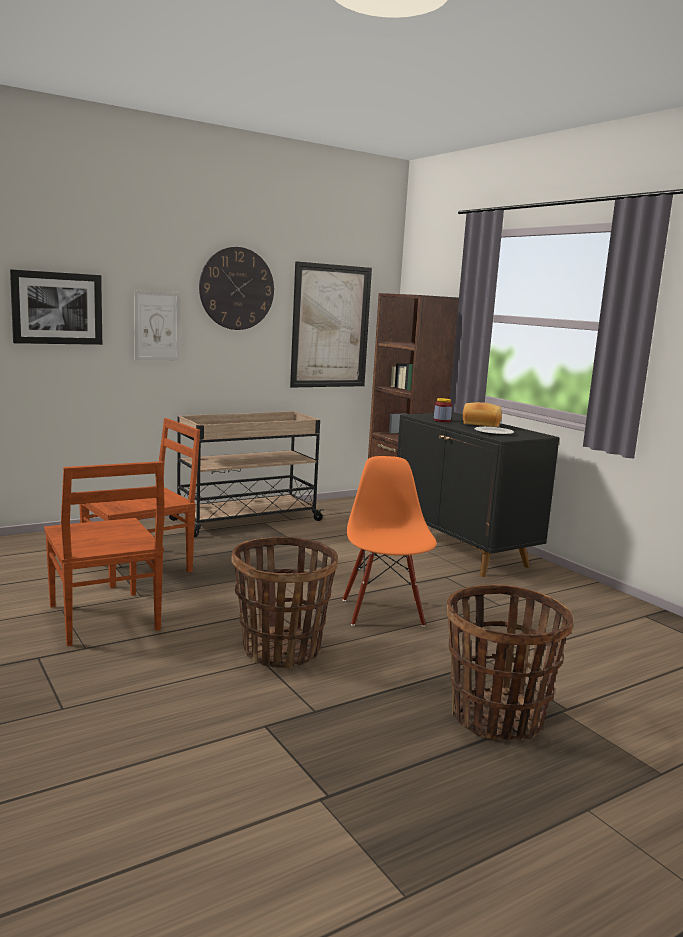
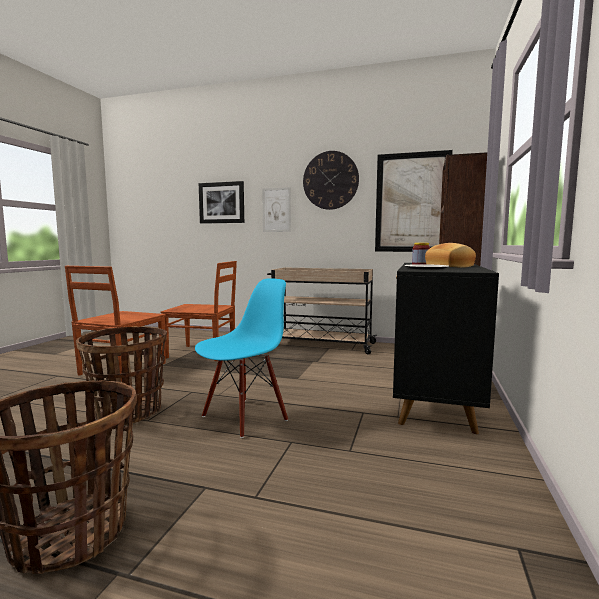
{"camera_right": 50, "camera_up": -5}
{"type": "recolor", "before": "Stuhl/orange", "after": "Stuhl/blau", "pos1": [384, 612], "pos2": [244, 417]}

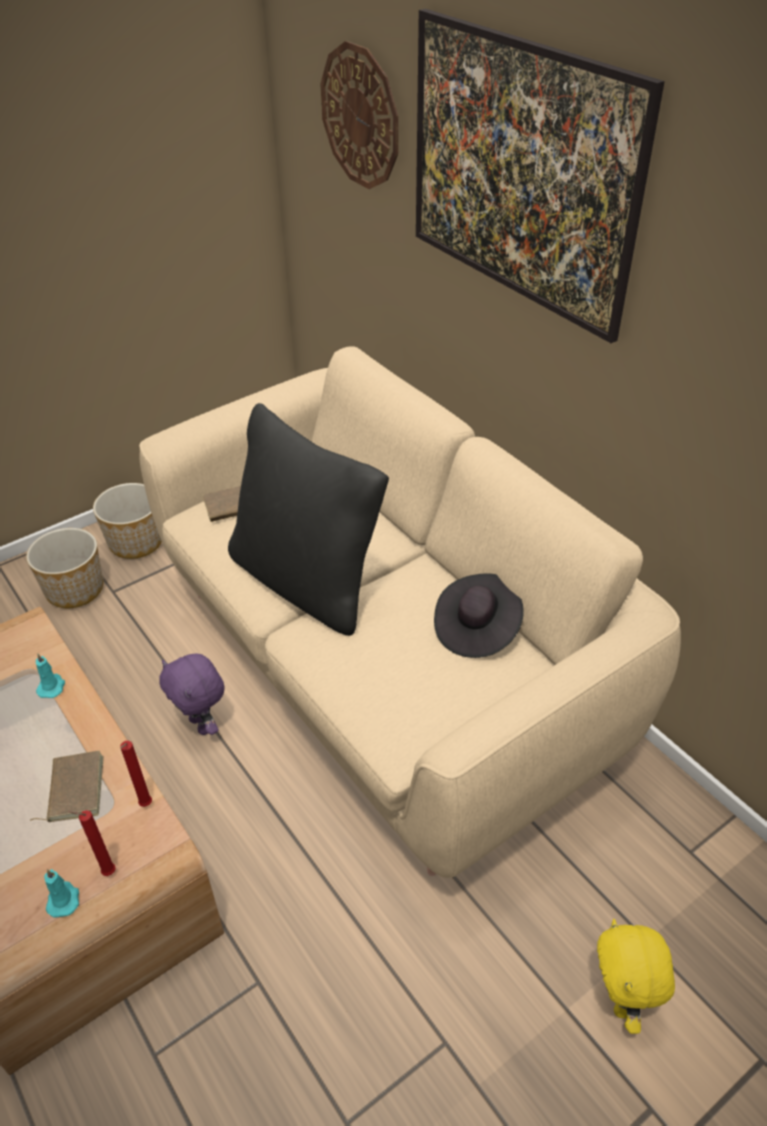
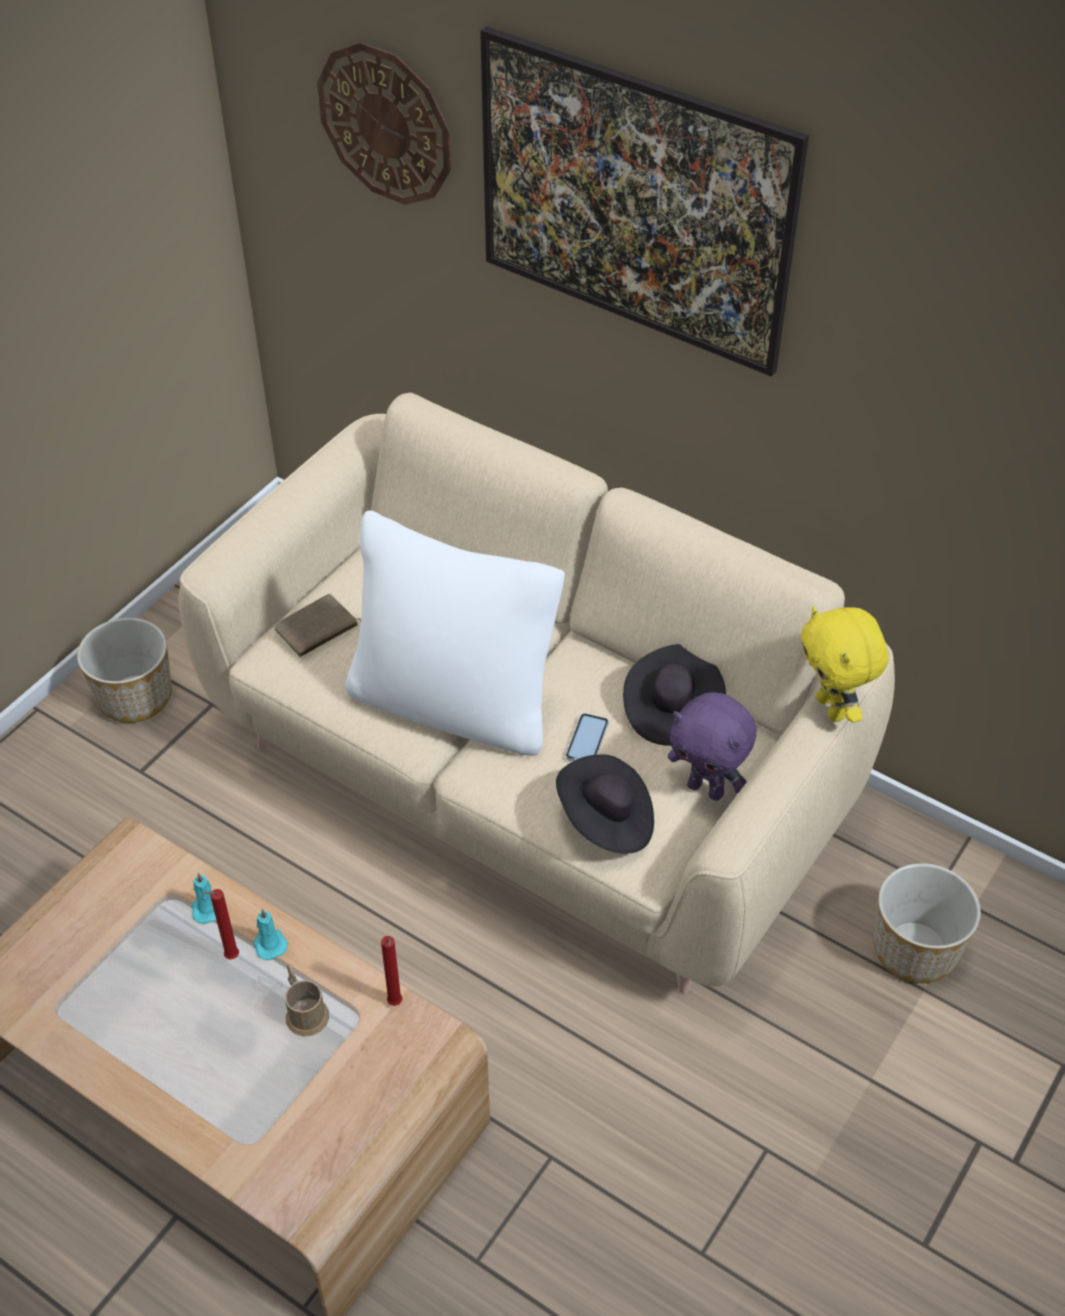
{"camera_right": -20, "camera_up": 5}
{"type": "insert", "after": "Hut/schwarz", "pos2": [606, 821]}
{"type": "insert", "after": "Handy", "pos2": [587, 740]}
{"type": "move", "before": "Pflanzkübel", "pos1": [76, 590], "pos2": [916, 949]}
{"type": "move", "before": "Kerze/türkis", "pos1": [63, 899], "pos2": [269, 943]}
{"type": "move", "before": "Kerze/rot", "pos1": [106, 872], "pos2": [229, 957]}
{"type": "move", "before": "Plüschtier/lila", "pos1": [202, 725], "pos2": [706, 789]}
{"type": "move", "before": "Plüschtier/gelb", "pos1": [621, 1001], "pos2": [832, 708]}
{"type": "replace", "before": "Buch/braun", "after": "Henkelbecher/braun", "pos1": [73, 789], "pos2": [304, 1011]}
{"type": "recolor", "before": "Kissen/schwarz", "after": "Kissen/weiß", "pos1": [307, 582], "pos2": [454, 703]}

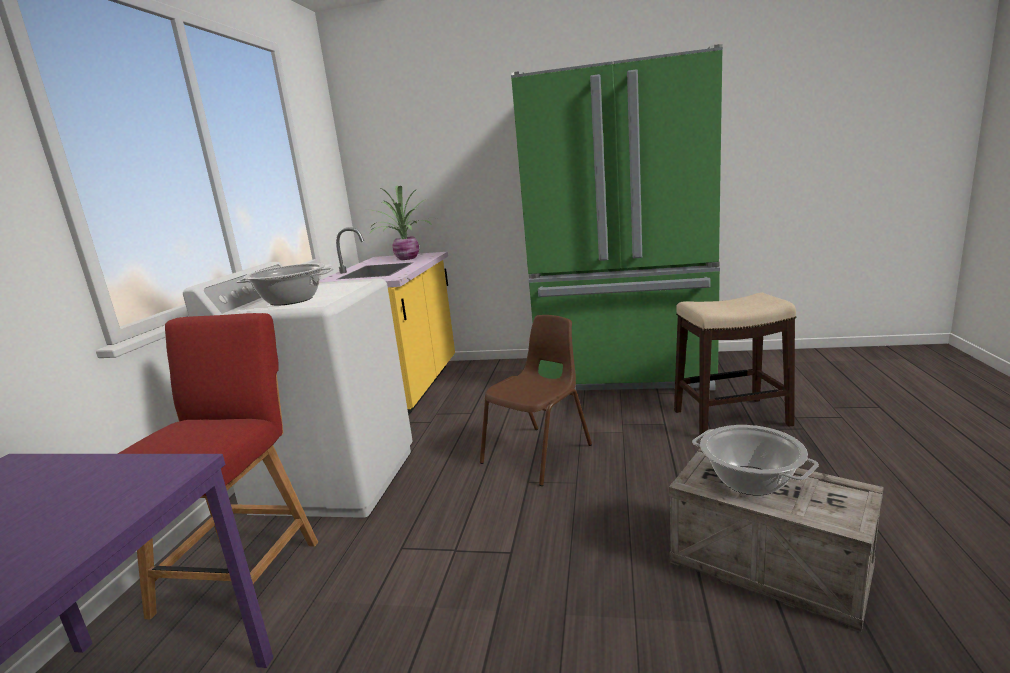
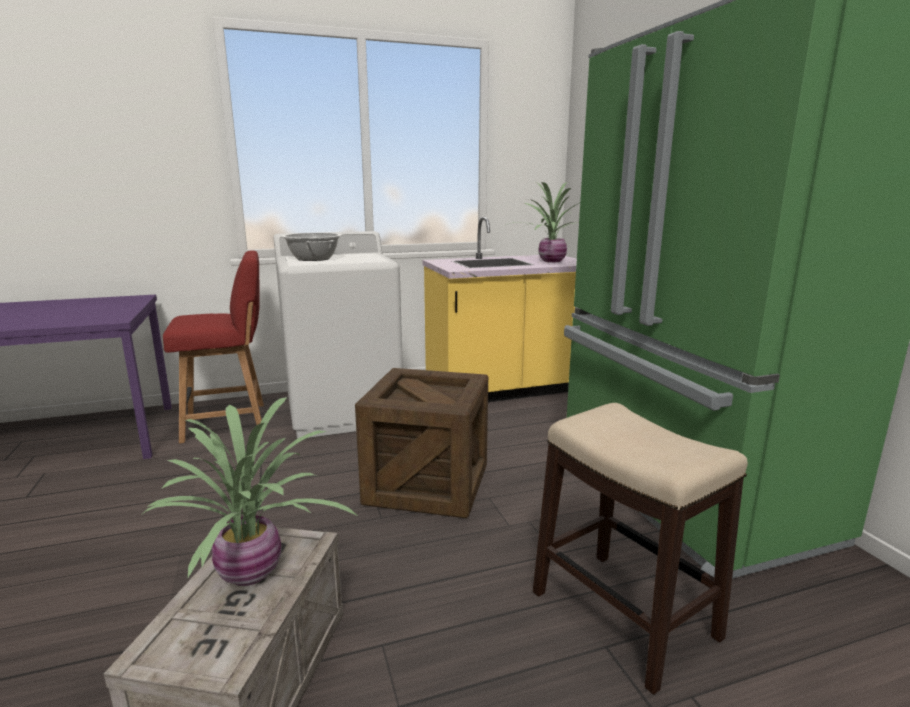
{"camera_right": 60, "camera_up": 0}
{"type": "replace", "before": "Stuhl/braun", "after": "Kiste", "pos1": [539, 454], "pos2": [427, 484]}
{"type": "replace", "before": "Kochtopf", "after": "Topfpflanze", "pos1": [751, 481], "pos2": [252, 574]}

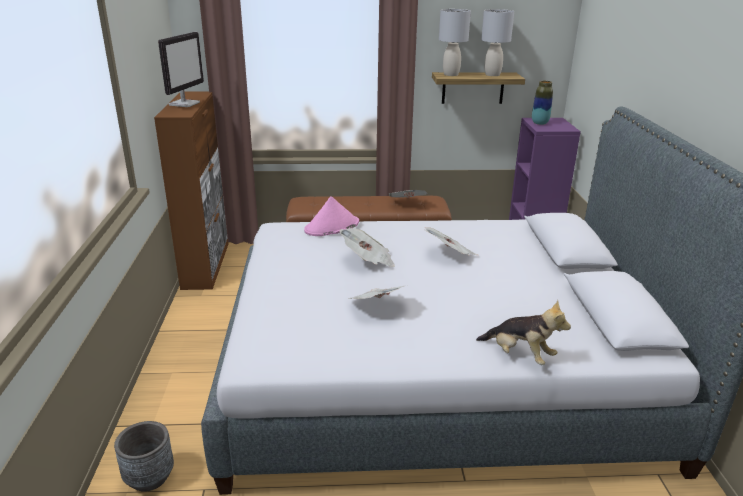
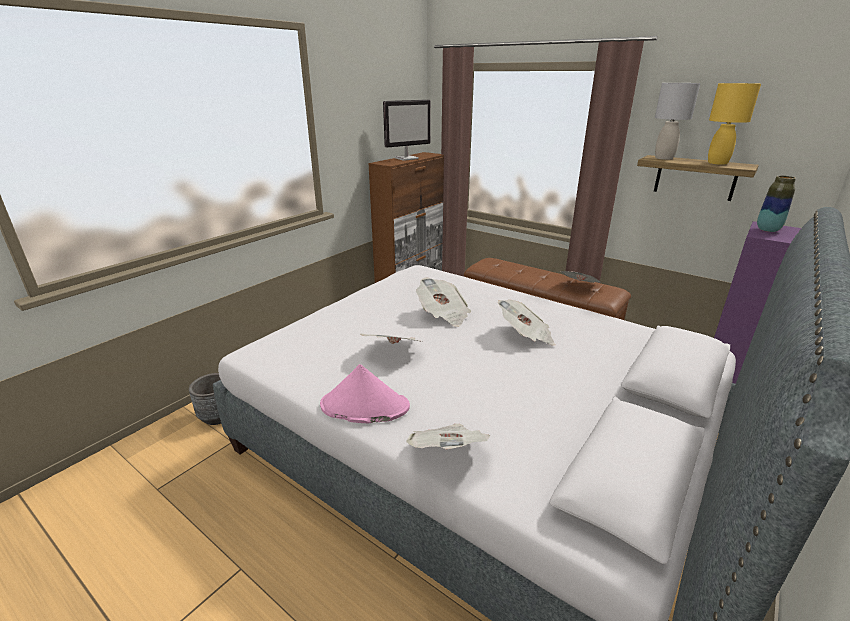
{"camera_right": 40, "camera_up": 0}
{"type": "move", "before": "Hut/rosa", "pos1": [332, 227], "pos2": [364, 406]}
{"type": "replace", "before": "Plüschtier", "after": "Zeitung", "pos1": [519, 355], "pos2": [447, 453]}
{"type": "recolor", "before": "Tischlampe/grau", "after": "Tischlampe/gelb", "pos1": [492, 75], "pos2": [717, 163]}

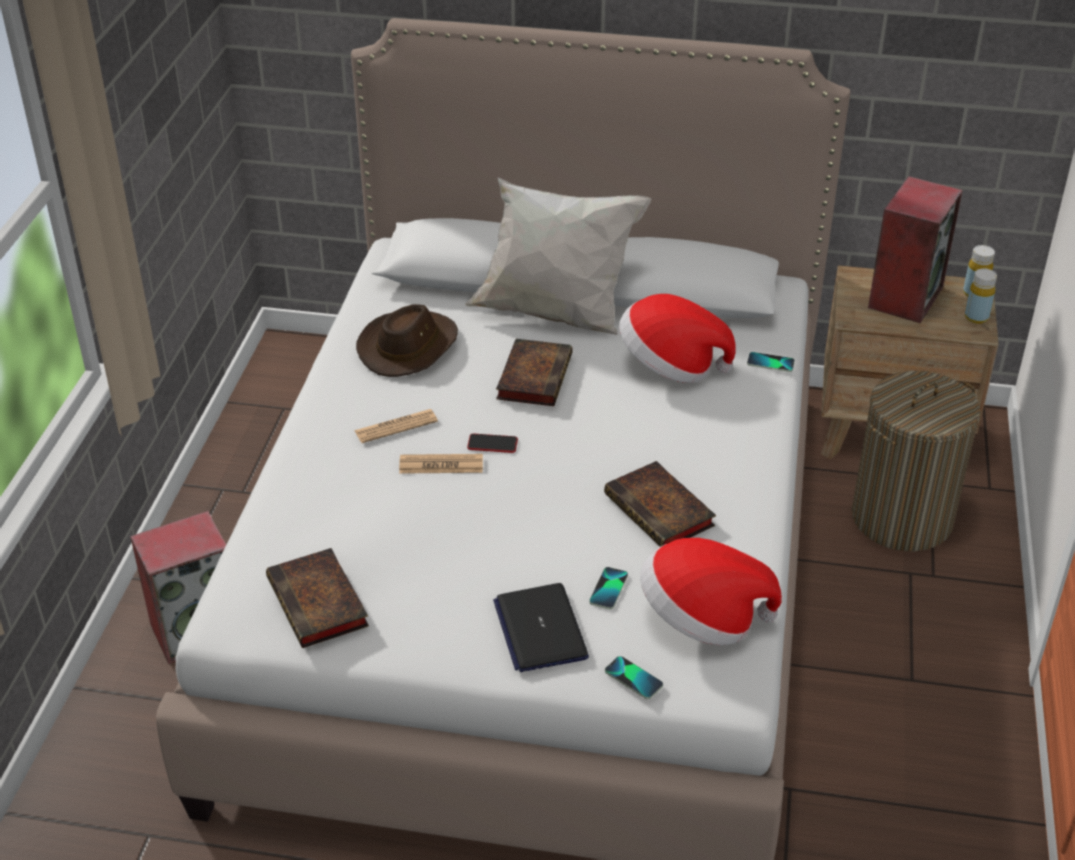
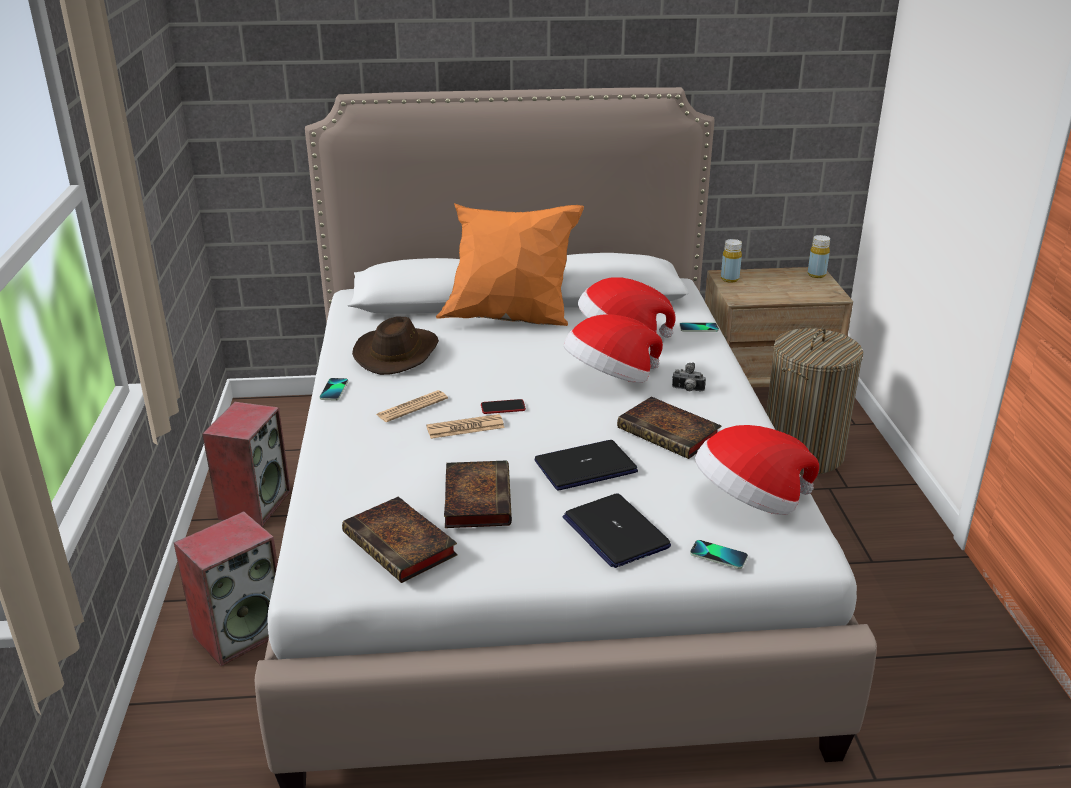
{"camera_right": -15, "camera_up": -10}
{"type": "insert", "after": "Laptop", "pos2": [585, 467]}
{"type": "insert", "after": "Hut", "pos2": [610, 379]}
{"type": "insert", "after": "Kamera", "pos2": [687, 390]}
{"type": "move", "before": "Buch", "pos1": [534, 376], "pos2": [476, 498]}
{"type": "move", "before": "Handy", "pos1": [609, 589], "pos2": [334, 390]}
{"type": "move", "before": "Lautsprecher", "pos1": [904, 296], "pos2": [254, 504]}
{"type": "move", "before": "Flasche/gelb", "pos1": [976, 317], "pos2": [729, 279]}
{"type": "recolor", "before": "Kissen/weiß", "after": "Kissen/orange", "pos1": [555, 315], "pos2": [510, 319]}

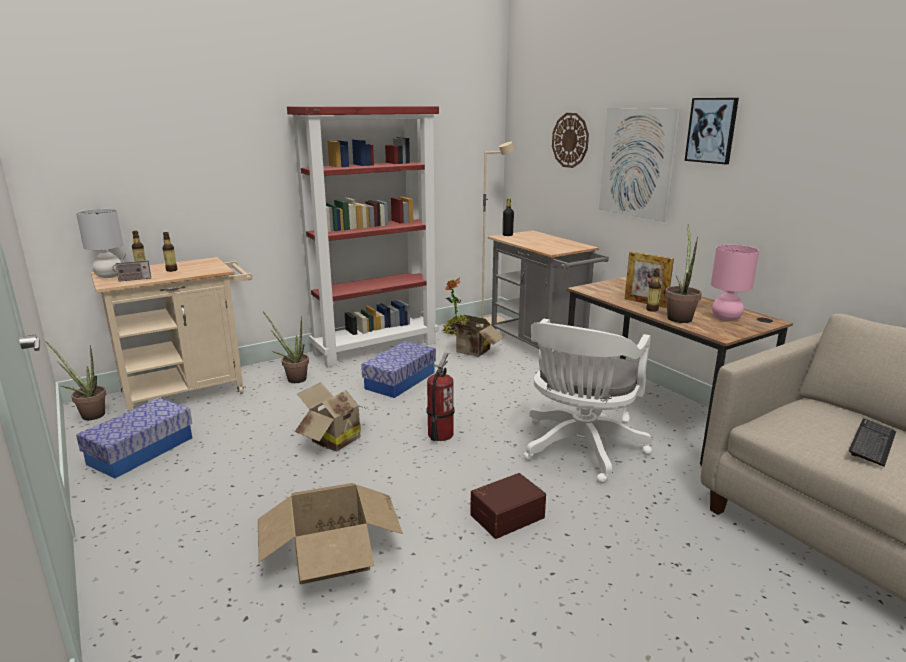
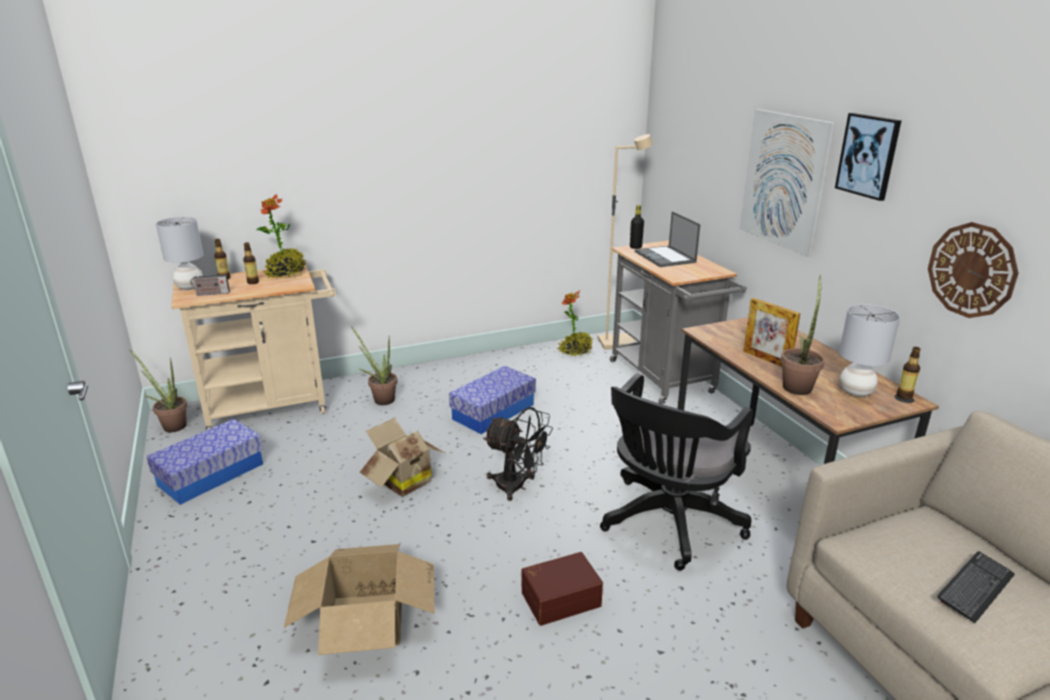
{"camera_right": 10, "camera_up": 5}
{"type": "delete", "before": "Bücherregal/rot", "pos1": [376, 348]}
{"type": "delete", "before": "Karton", "pos1": [472, 352]}
{"type": "insert", "after": "Topfpflanze", "pos2": [286, 273]}
{"type": "insert", "after": "Laptop", "pos2": [665, 257]}
{"type": "move", "before": "Wanduhr", "pos1": [570, 140], "pos2": [971, 270]}
{"type": "move", "before": "Flasche", "pos1": [652, 310], "pos2": [904, 396]}
{"type": "replace", "before": "Feuerlöscher", "after": "Ventilator/schwarz", "pos1": [440, 435], "pos2": [517, 487]}
{"type": "recolor", "before": "Bürostuhl/weiß", "after": "Bürostuhl/schwarz", "pos1": [580, 450], "pos2": [668, 524]}
{"type": "recolor", "before": "Tischlampe/rosa", "after": "Tischlampe/grau", "pos1": [726, 318], "pos2": [856, 392]}

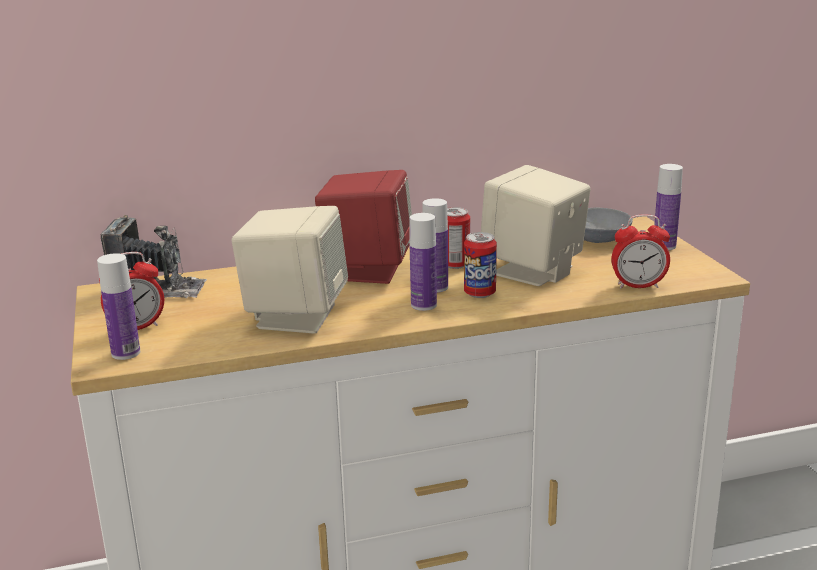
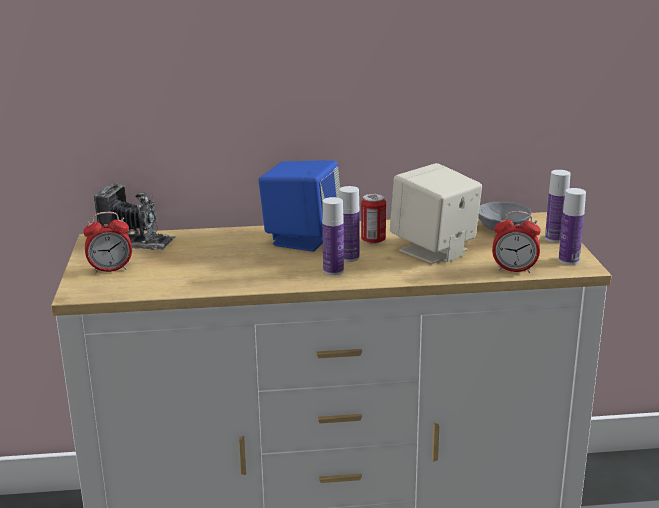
{"camera_right": 10, "camera_up": 0}
{"type": "delete", "before": "Lautsprecher/beige", "pos1": [295, 316]}
{"type": "delete", "before": "Dose", "pos1": [479, 293]}
{"type": "move", "before": "Flasche", "pos1": [126, 353], "pos2": [568, 260]}
{"type": "recolor", "before": "Lautsprecher/rot", "after": "Lautsprecher/blau", "pos1": [367, 269], "pos2": [302, 239]}

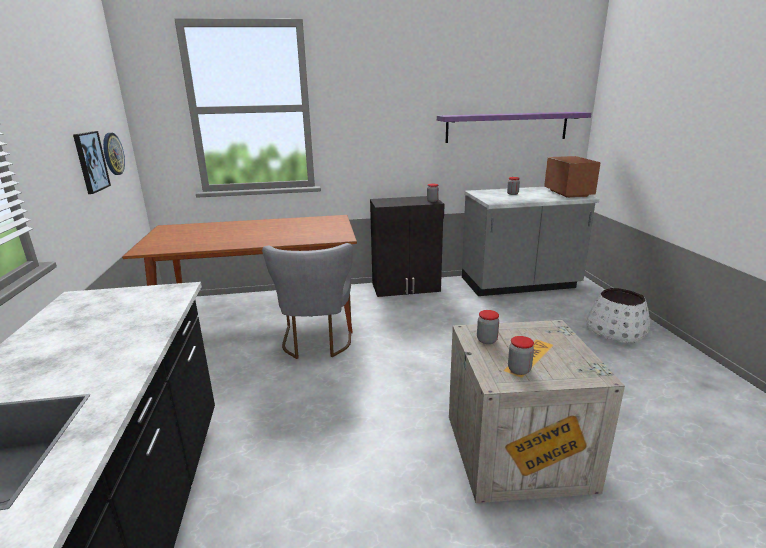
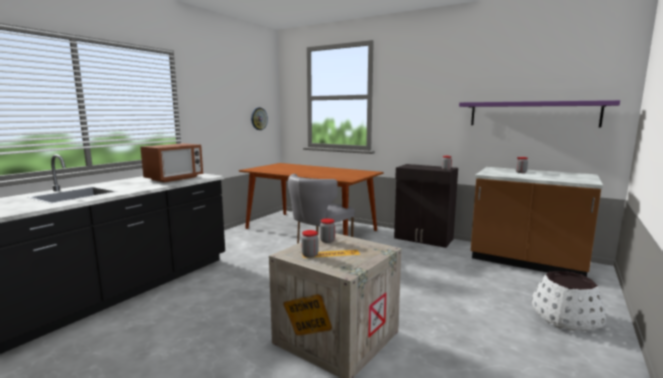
{"camera_right": 40, "camera_up": -10}
{"type": "delete", "before": "Bild", "pos1": [90, 162]}
{"type": "move", "before": "Mikrowelle", "pos1": [568, 193], "pos2": [174, 178]}
{"type": "recolor", "before": "Küchenzeile/grau", "after": "Küchenzeile/braun", "pos1": [519, 284], "pos2": [526, 262]}

